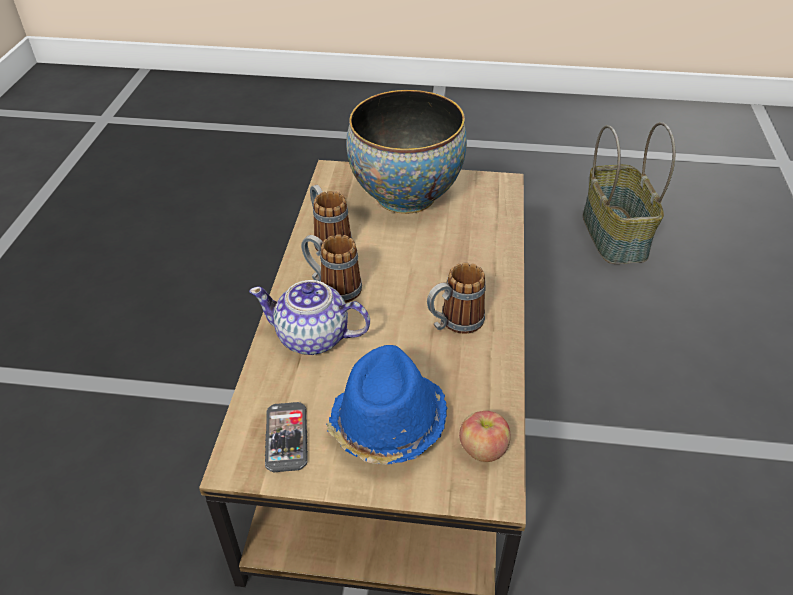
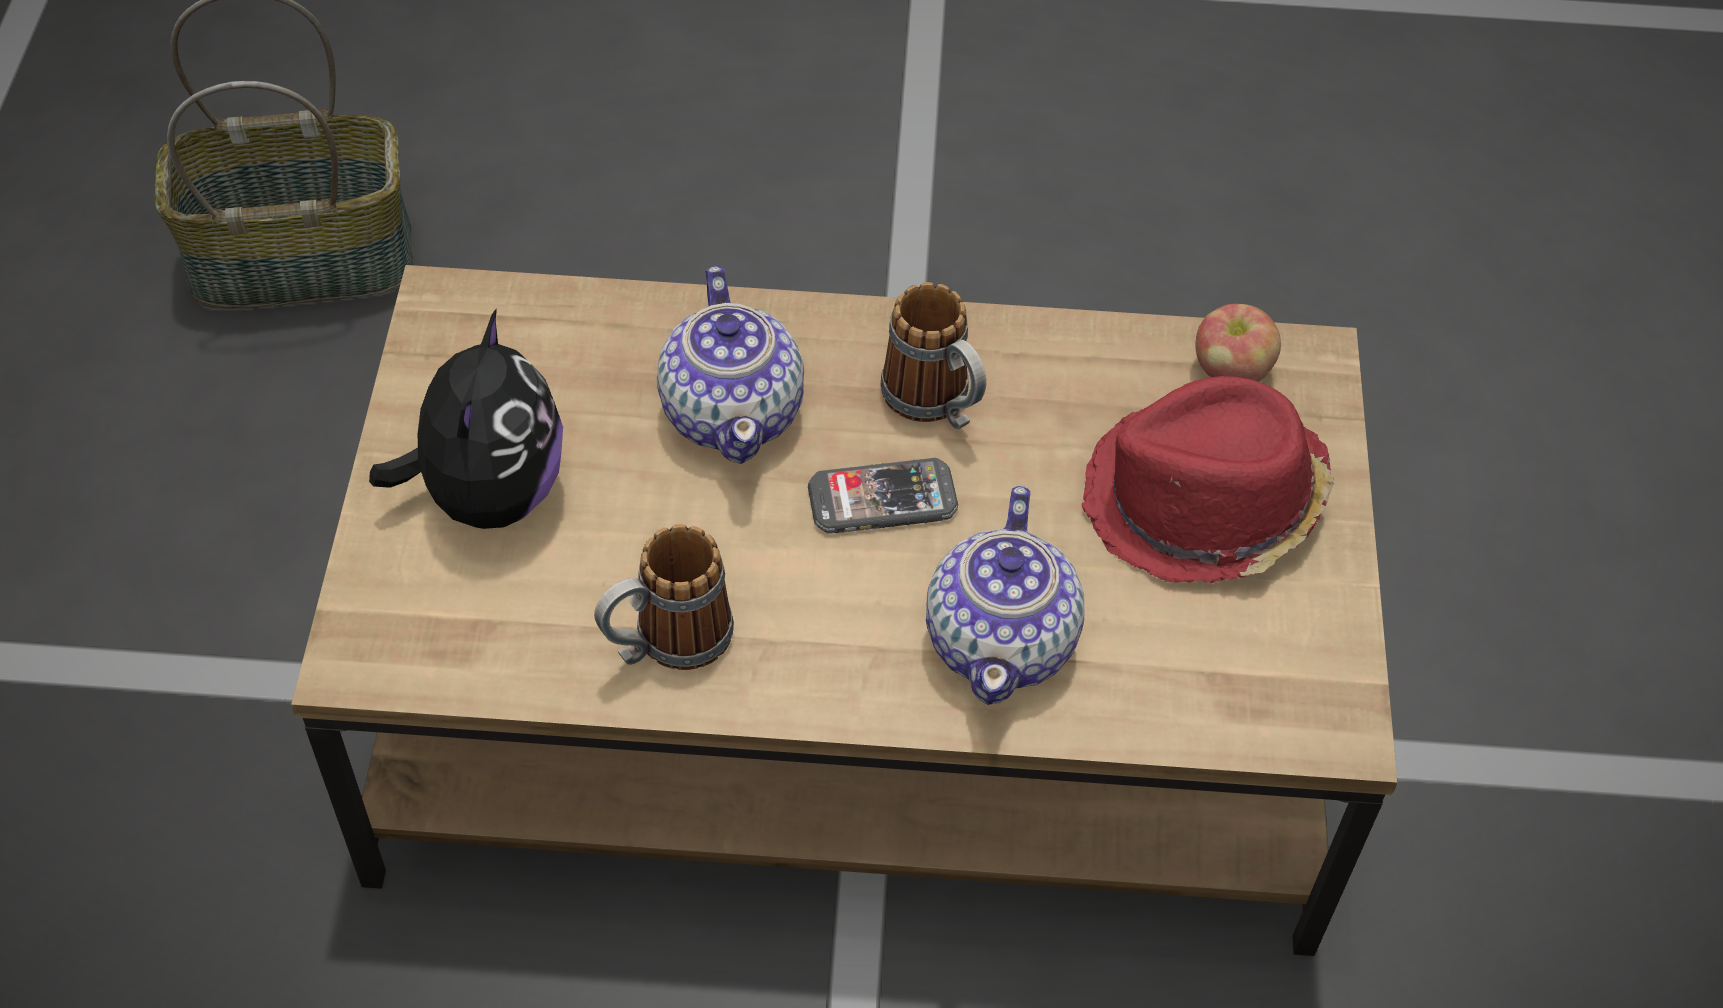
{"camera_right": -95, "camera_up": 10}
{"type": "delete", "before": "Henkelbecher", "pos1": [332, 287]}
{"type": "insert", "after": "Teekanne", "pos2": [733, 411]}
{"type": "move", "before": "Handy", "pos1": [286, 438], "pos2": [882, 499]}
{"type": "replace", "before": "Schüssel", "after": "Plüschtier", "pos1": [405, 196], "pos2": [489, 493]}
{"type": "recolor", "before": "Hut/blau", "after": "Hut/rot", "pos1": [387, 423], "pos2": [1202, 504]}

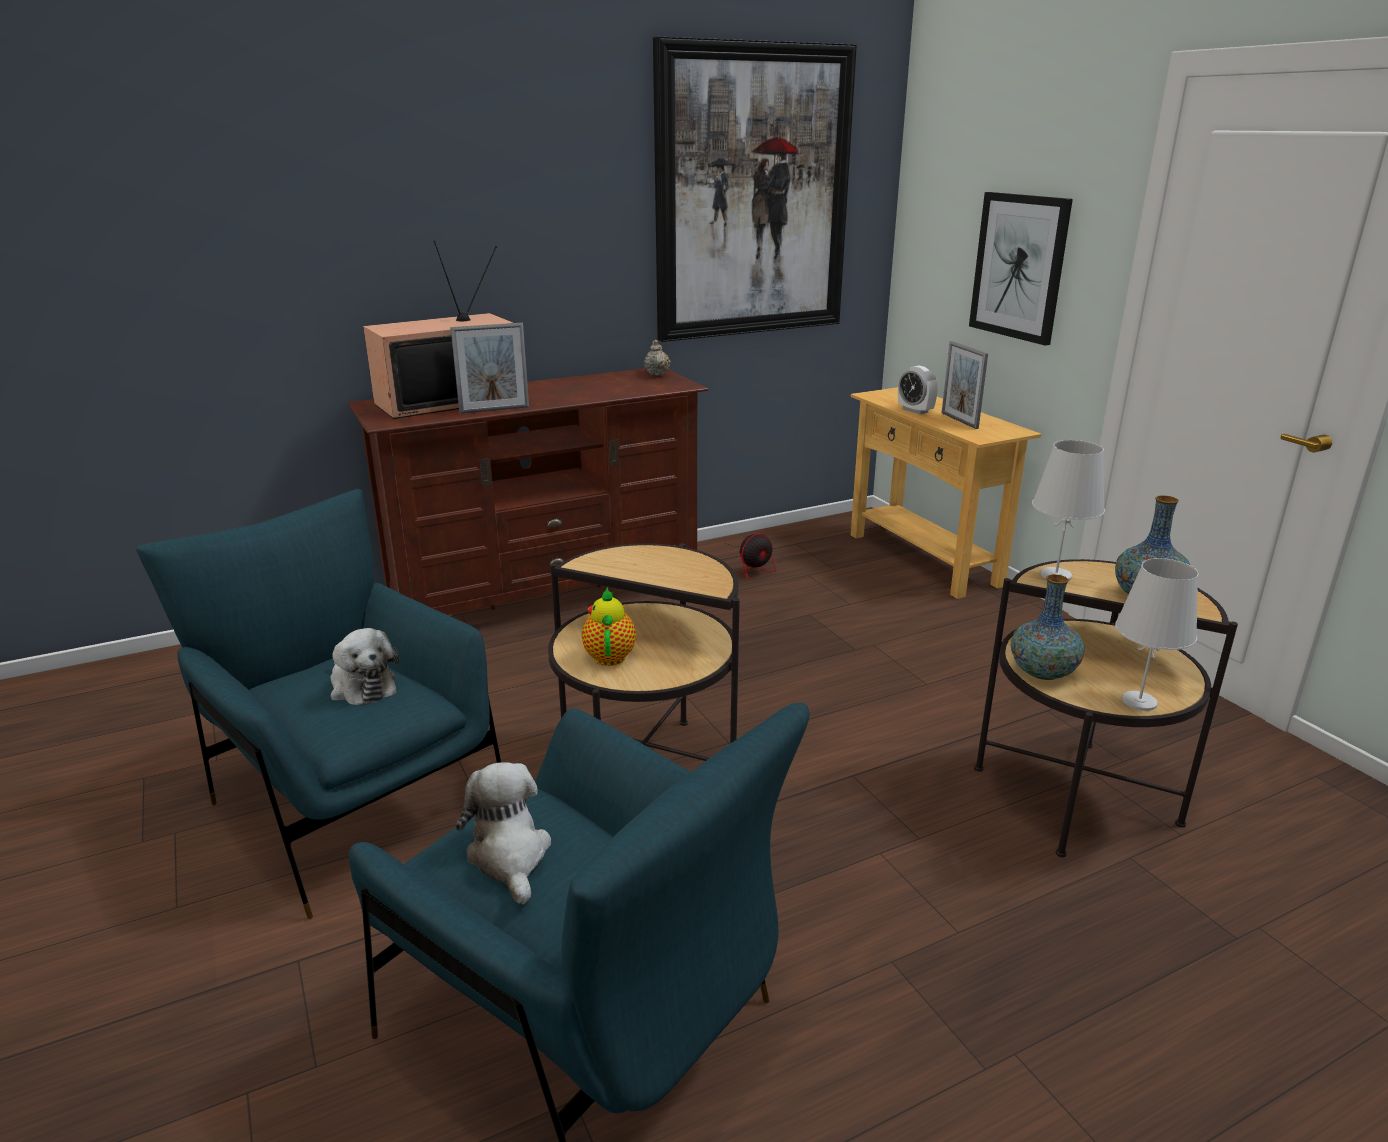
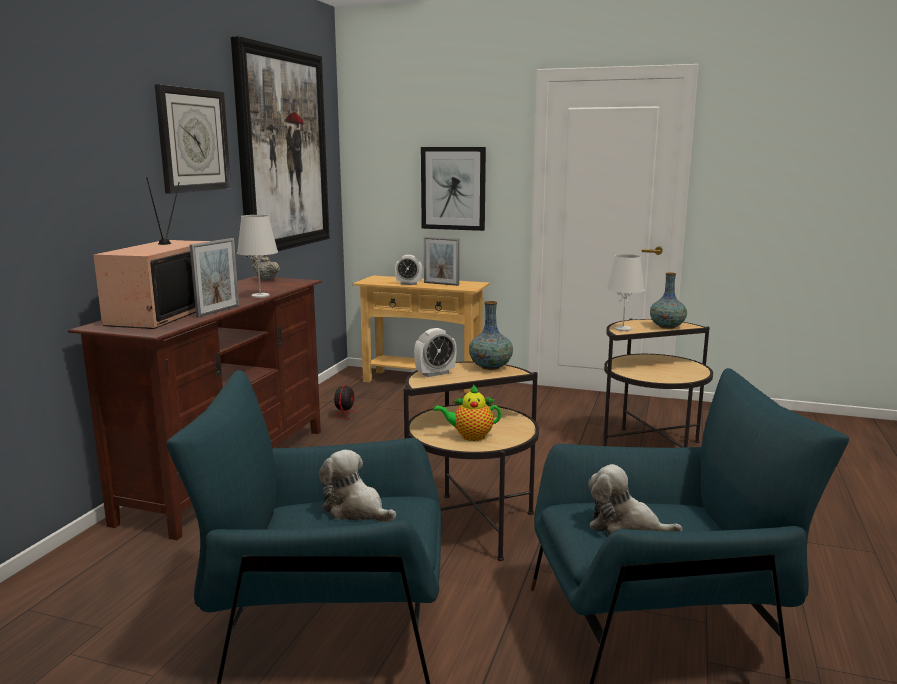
{"camera_right": -45, "camera_up": -10}
{"type": "insert", "after": "Wanduhr", "pos2": [193, 140]}
{"type": "insert", "after": "Wecker", "pos2": [435, 373]}
{"type": "move", "before": "Vase", "pos1": [1042, 672], "pos2": [490, 367]}
{"type": "move", "before": "Tischlampe/weiß", "pos1": [1139, 702], "pos2": [260, 296]}
{"type": "rotate", "before": "Plüschtier", "pos1": [362, 686], "pos2": [356, 510], "turn": -150}
{"type": "rotate", "before": "Teekanne", "pos1": [610, 655], "pos2": [470, 436], "turn": -45}

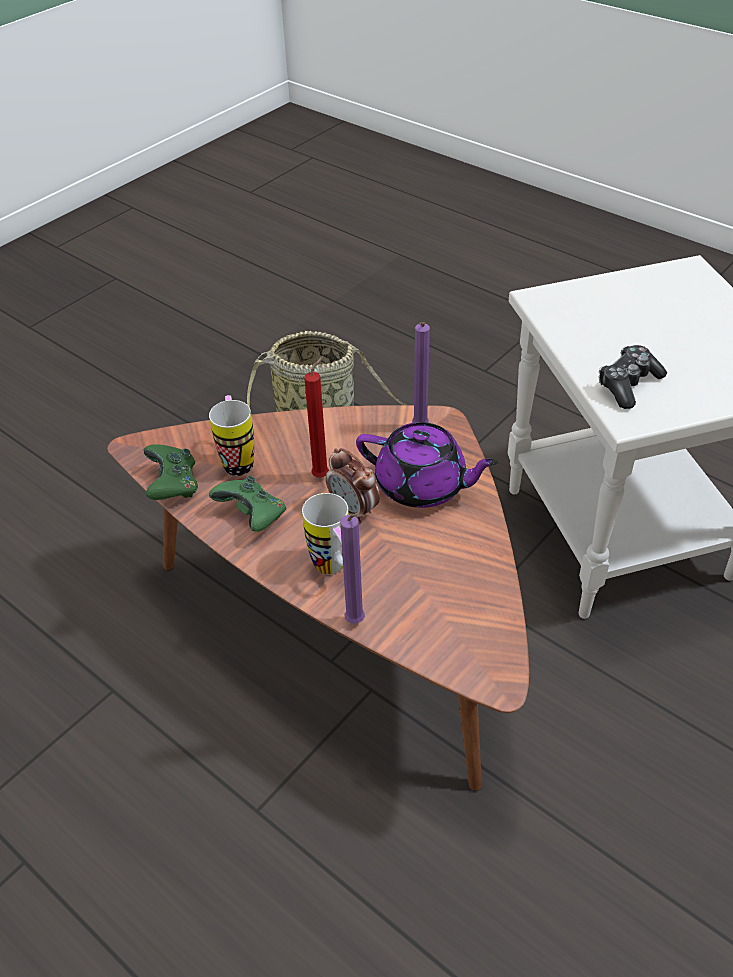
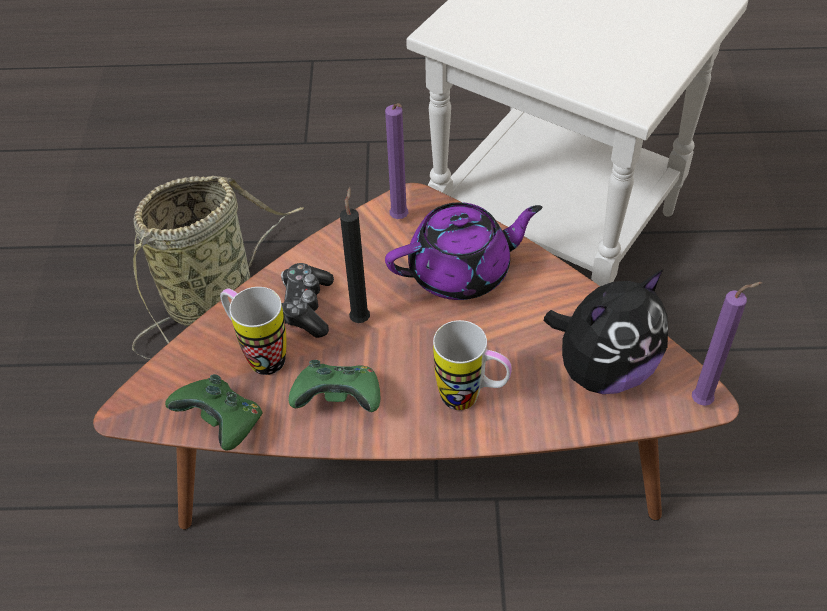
{"camera_right": -40, "camera_up": 5}
{"type": "delete", "before": "Wecker", "pos1": [354, 510]}
{"type": "insert", "after": "Plüschtier", "pos2": [603, 370]}
{"type": "move", "before": "Kerze/lila", "pos1": [357, 622], "pos2": [705, 401]}
{"type": "move", "before": "Gamepad", "pos1": [628, 384], "pos2": [306, 307]}
{"type": "recolor", "before": "Kerze/rot", "after": "Kerze/schwarz", "pos1": [323, 475], "pos2": [360, 317]}

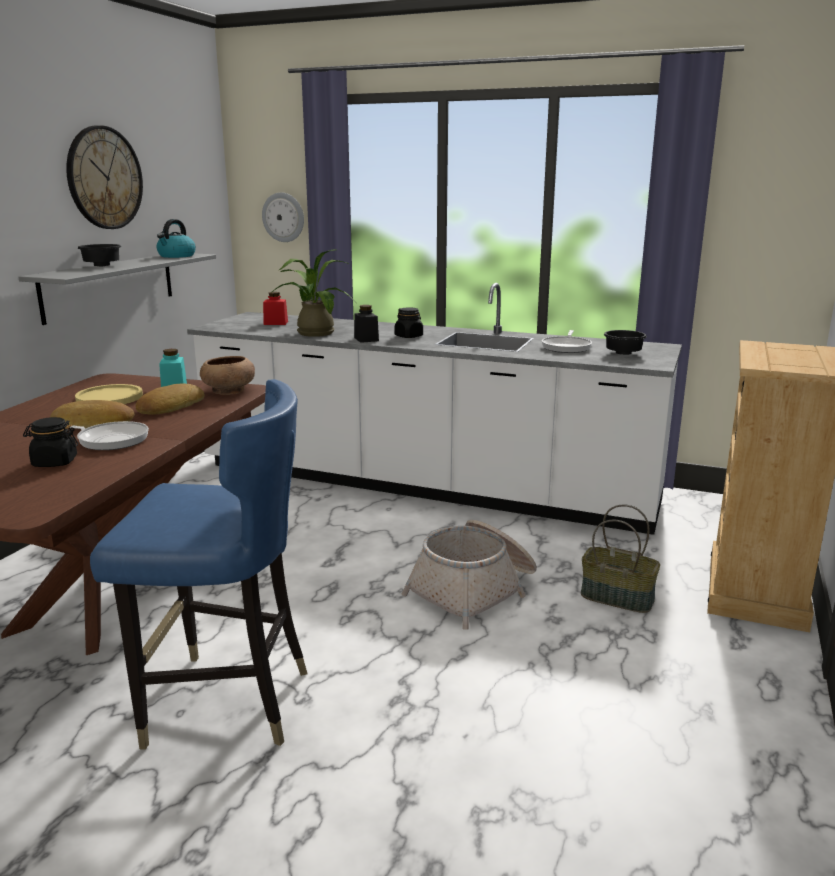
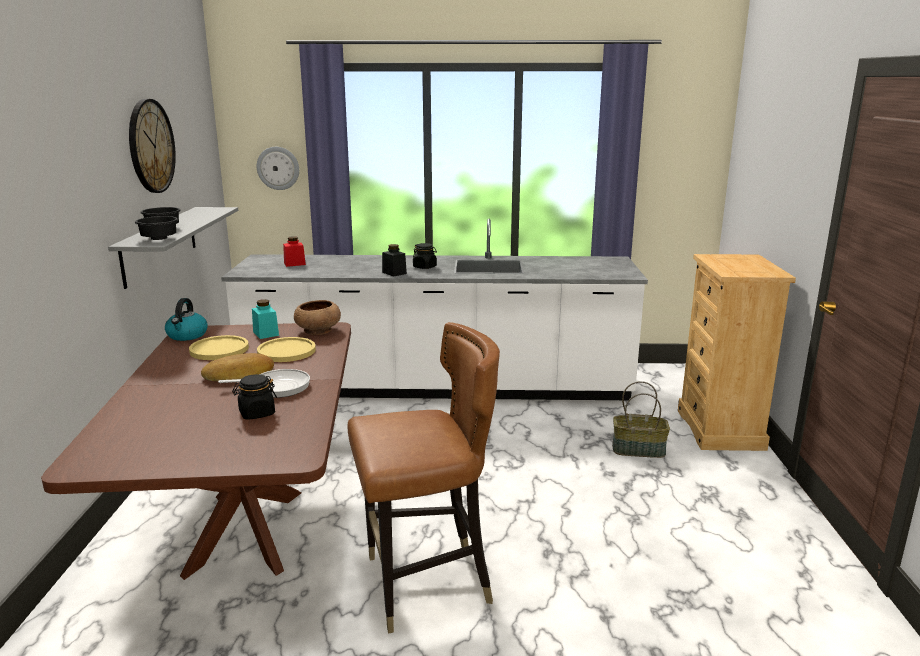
{"camera_right": -20, "camera_up": 0}
{"type": "delete", "before": "Topfpflanze", "pos1": [313, 332]}
{"type": "delete", "before": "Korb", "pos1": [474, 590]}
{"type": "delete", "before": "Pfanne", "pos1": [566, 347]}
{"type": "move", "before": "Wasserkessel", "pos1": [176, 256], "pos2": [187, 335]}
{"type": "move", "before": "Schüssel/schwarz", "pos1": [622, 354], "pos2": [158, 239]}
{"type": "replace", "before": "Brot", "after": "Teller/gelb", "pos1": [170, 406], "pos2": [286, 351]}
{"type": "recolor", "before": "Stuhl/blau", "after": "Stuhl/braun", "pos1": [226, 703], "pos2": [425, 584]}

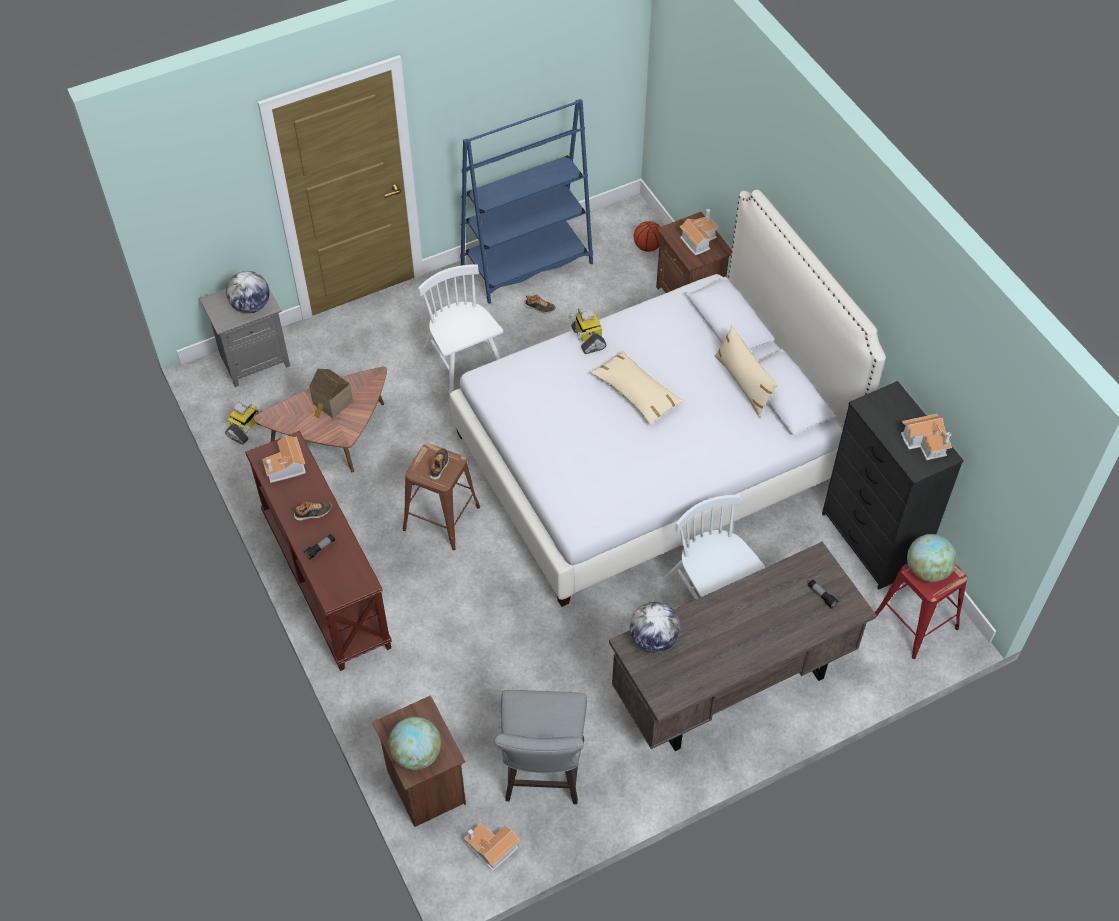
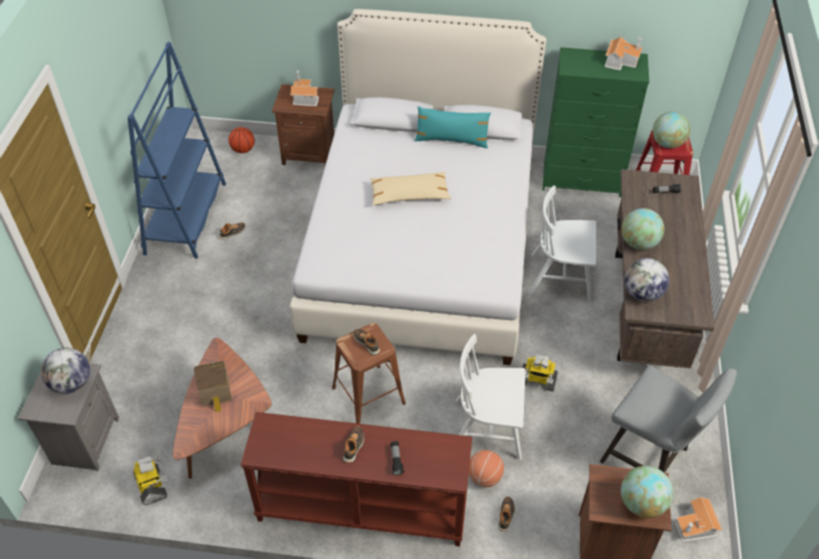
{"camera_right": -55, "camera_up": -5}
{"type": "delete", "before": "Spielzeughaus", "pos1": [286, 467]}
{"type": "insert", "after": "Basketball", "pos2": [484, 477]}
{"type": "insert", "after": "Schuh", "pos2": [506, 515]}
{"type": "insert", "after": "Globus", "pos2": [638, 243]}
{"type": "move", "before": "Stuhl/weiß", "pos1": [463, 362], "pos2": [488, 428]}
{"type": "move", "before": "Spielzeugroboter", "pos1": [587, 338], "pos2": [537, 381]}
{"type": "recolor", "before": "Kissen/beige", "after": "Kissen/türkis", "pos1": [743, 383], "pos2": [451, 140]}
{"type": "recolor", "before": "Kommode/schwarz", "after": "Kommode/grün", "pos1": [872, 541], "pos2": [582, 180]}

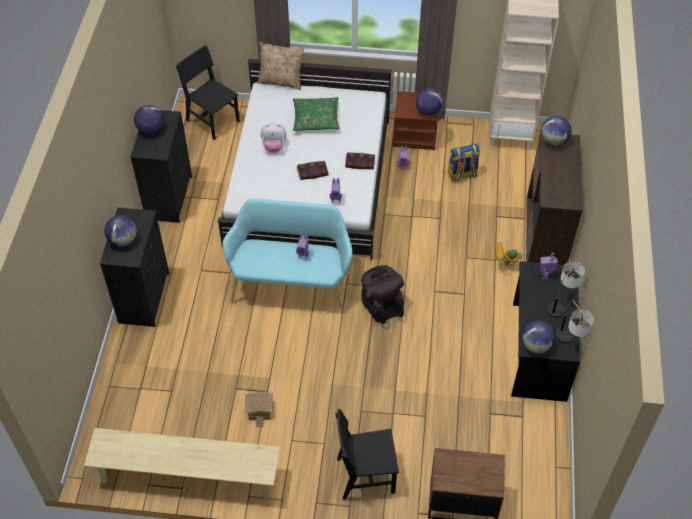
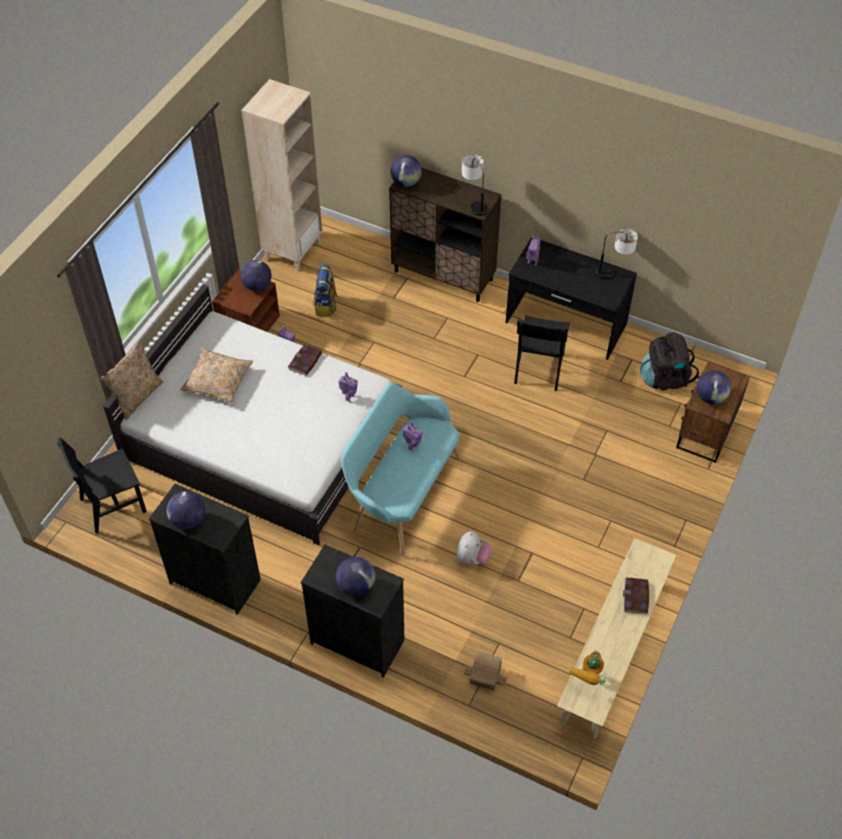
{"camera_right": -70, "camera_up": 0}
{"type": "move", "before": "Spielzeughaus", "pos1": [259, 410], "pos2": [485, 676]}
{"type": "move", "before": "Plüschtier", "pos1": [274, 147], "pos2": [472, 558]}
{"type": "move", "before": "Buch", "pos1": [312, 171], "pos2": [636, 597]}
{"type": "move", "before": "Stuhl/schwarz", "pos1": [365, 475], "pos2": [539, 368]}
{"type": "move", "before": "Rucksack/schwarz", "pos1": [381, 305], "pos2": [664, 378]}
{"type": "move", "before": "Spielzeugroboter", "pos1": [504, 265], "pos2": [587, 680]}
{"type": "move", "before": "Globus", "pos1": [536, 346], "pos2": [710, 397]}
{"type": "move", "before": "Tischlampe", "pos1": [561, 304], "pos2": [474, 203]}
{"type": "recolor", "before": "Kissen/grün", "after": "Kissen/beige", "pos1": [316, 119], "pos2": [218, 381]}

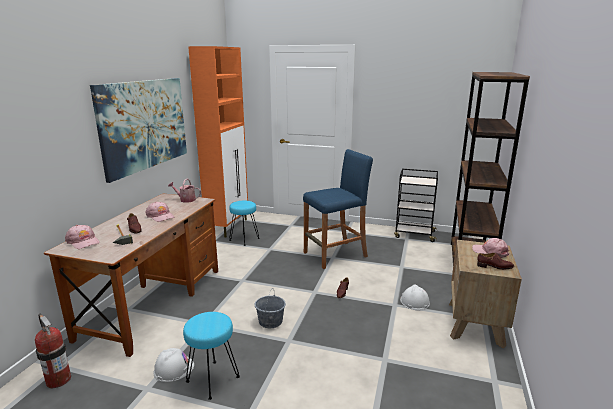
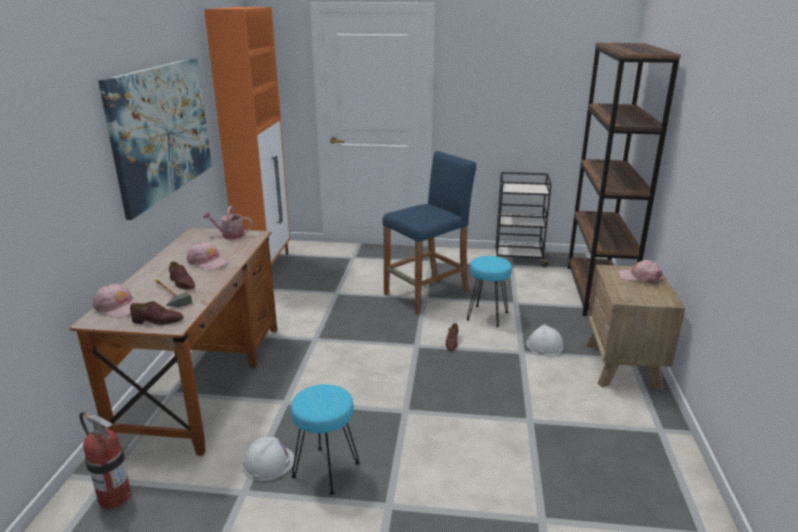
{"camera_right": -10, "camera_up": 5}
{"type": "delete", "before": "Eimer/grau", "pos1": [270, 321]}
{"type": "move", "before": "Hocker/türkis", "pos1": [244, 239], "pos2": [487, 315]}
{"type": "move", "before": "Schuh/braun", "pos1": [495, 266], "pos2": [158, 321]}

